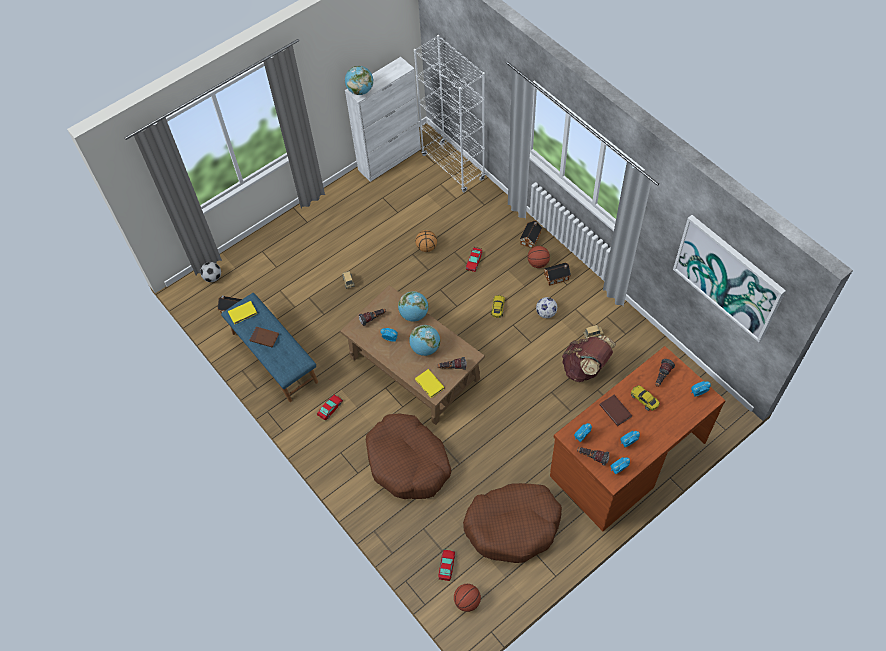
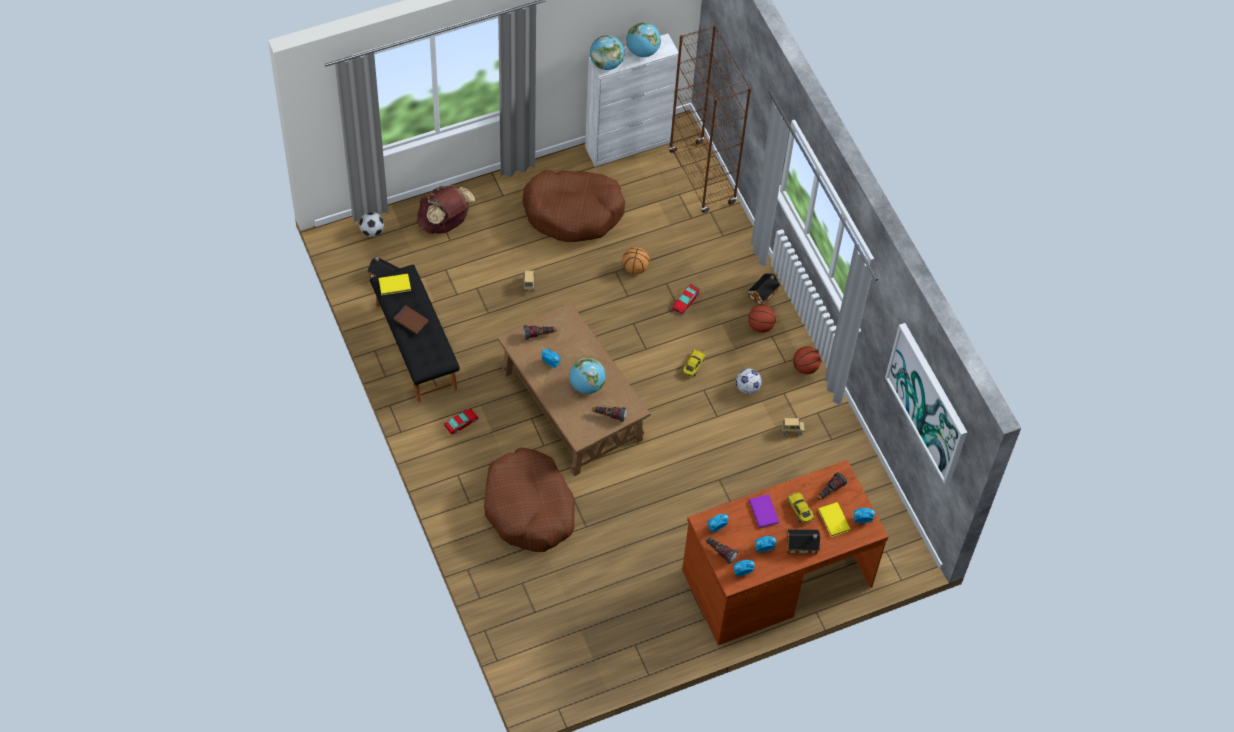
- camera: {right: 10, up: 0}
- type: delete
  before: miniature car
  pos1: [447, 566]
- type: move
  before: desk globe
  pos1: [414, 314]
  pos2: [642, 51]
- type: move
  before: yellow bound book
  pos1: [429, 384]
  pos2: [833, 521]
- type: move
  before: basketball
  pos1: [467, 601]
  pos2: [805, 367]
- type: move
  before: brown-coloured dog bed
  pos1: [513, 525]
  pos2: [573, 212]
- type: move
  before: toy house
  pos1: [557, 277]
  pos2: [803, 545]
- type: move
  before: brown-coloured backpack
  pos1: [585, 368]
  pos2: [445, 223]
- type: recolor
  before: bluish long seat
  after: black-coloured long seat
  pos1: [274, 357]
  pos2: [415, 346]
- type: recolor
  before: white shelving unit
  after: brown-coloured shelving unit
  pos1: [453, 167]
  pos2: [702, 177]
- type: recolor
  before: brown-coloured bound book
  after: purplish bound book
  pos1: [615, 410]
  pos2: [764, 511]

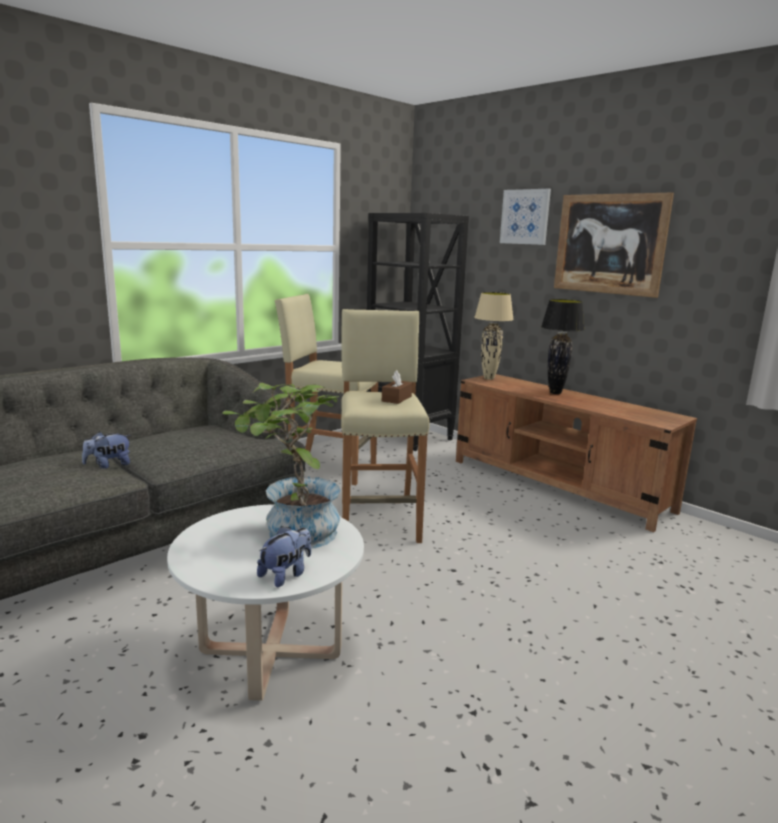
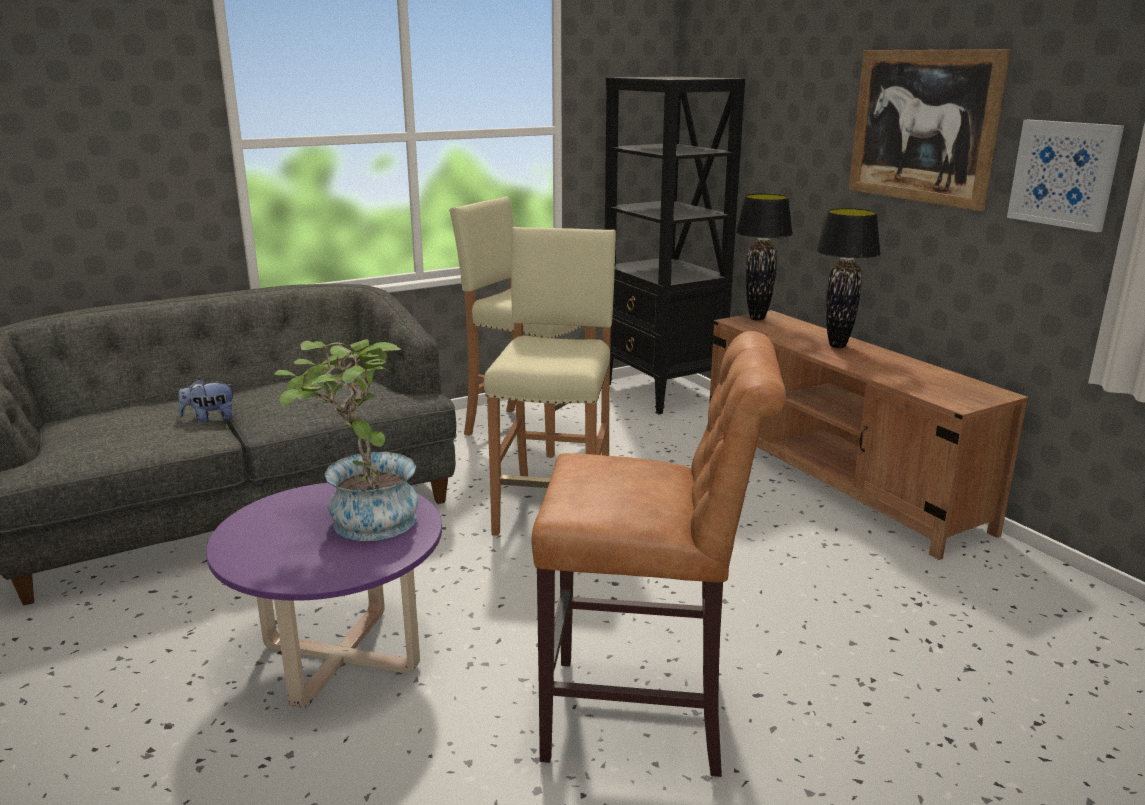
- camera: {right: 15, up: 5}
- type: delete
  before: plush toy
  pos1: [286, 575]
- type: delete
  before: brown-coloured tissue holder
  pos1: [396, 398]
- type: insert
  after: brown-coloured stool seat
  pos2: [647, 717]
- type: move
  before: picture
  pos1: [525, 217]
  pos2: [1064, 174]
- type: recolor
  before: white coffee table
  after: purplish coffee table
  pos1: [270, 652]
  pos2: [341, 657]
- type: recolor
  before: sand-coloured tabletop lamp
  after: black-coloured tabletop lamp
  pos1: [488, 378]
  pos2: [757, 318]

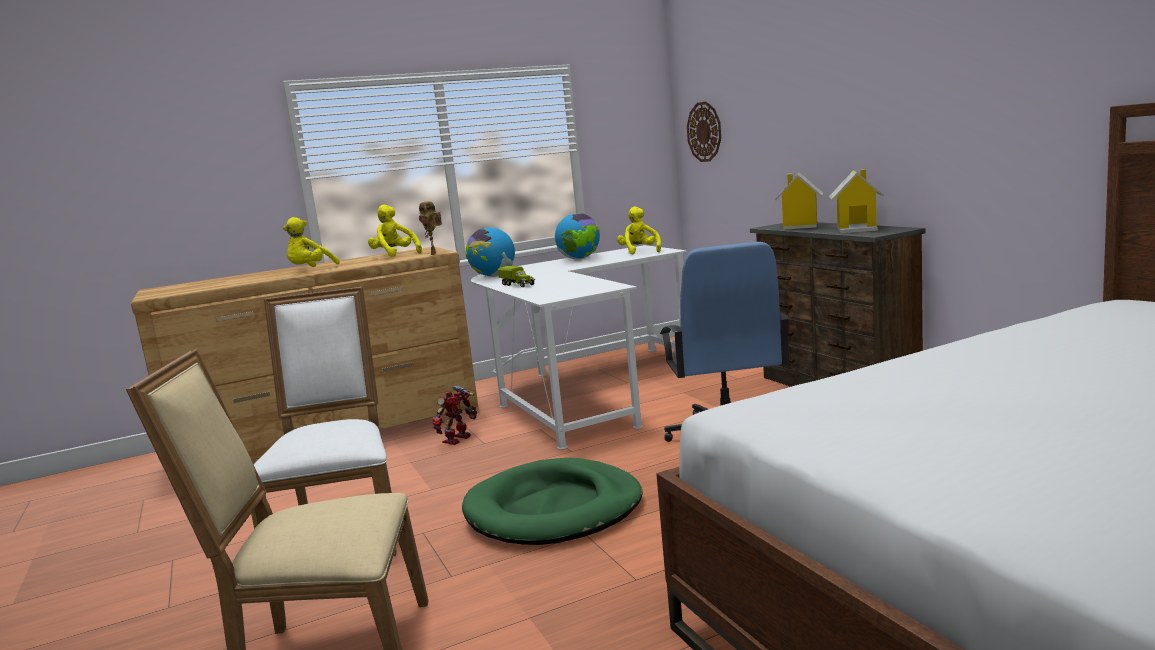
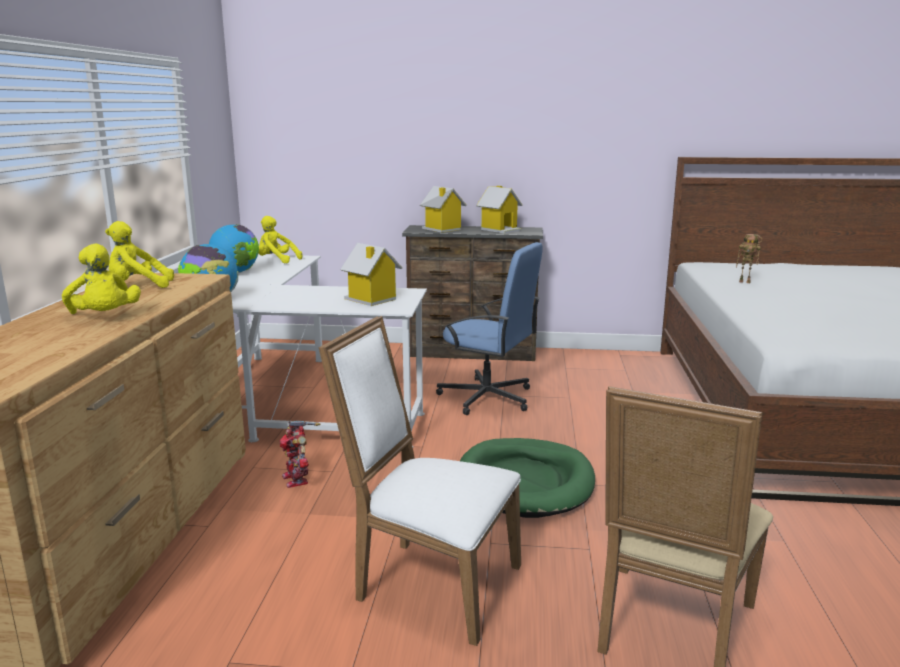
- camera: {right: -60, up: 5}
- type: delete
  before: toy truck
  pos1: [518, 285]
- type: delete
  before: wall clock
  pos1: [704, 132]
- type: insert
  after: toy house
  pos2: [371, 299]
- type: move
  before: model robot
  pos1: [434, 254]
  pos2: [745, 282]

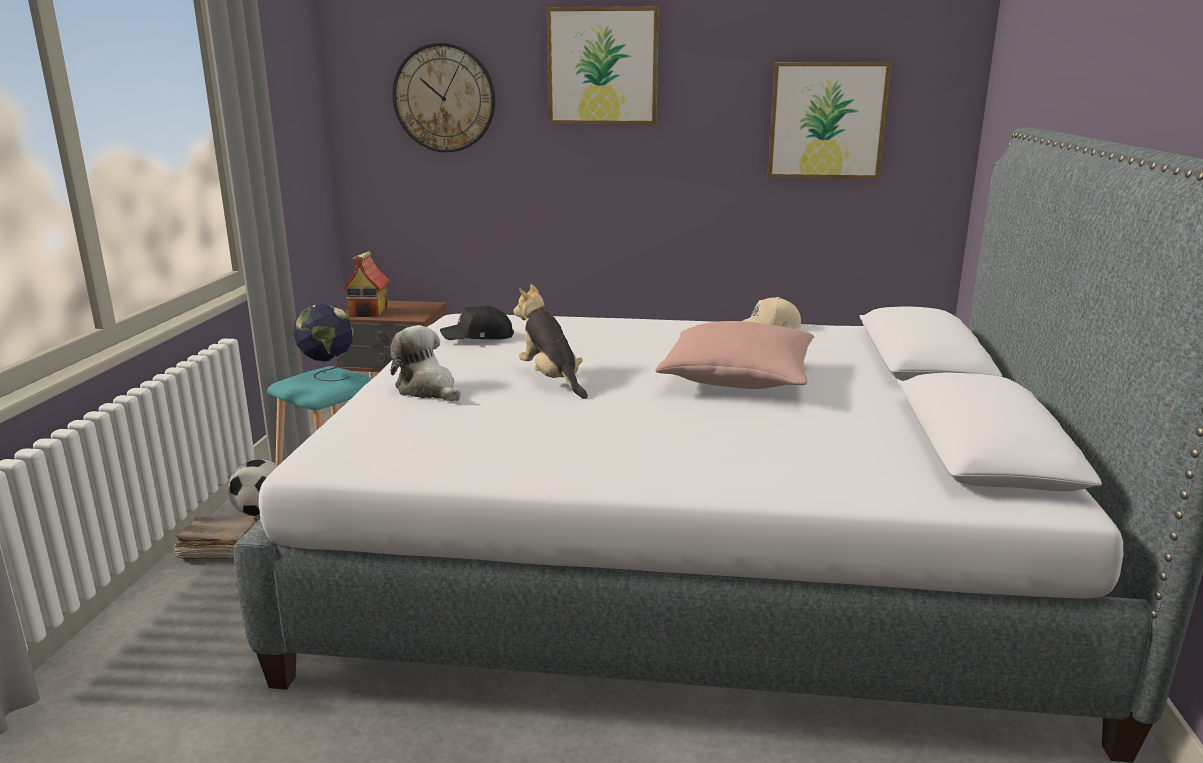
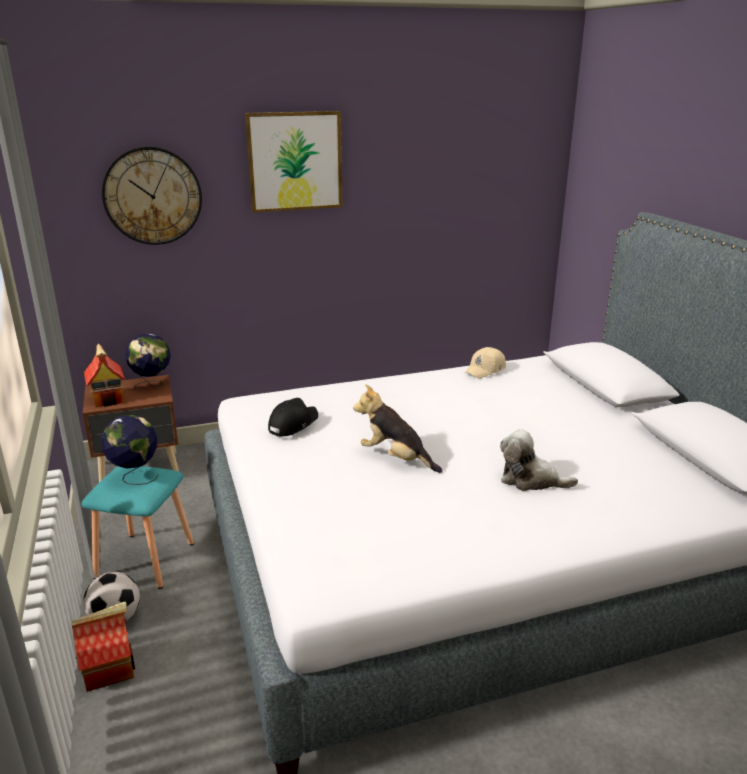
- camera: {right: -25, up: 5}
- type: delete
  before: pink-coloured cushion
  pos1: [737, 379]
- type: delete
  before: picture
  pos1: [827, 120]
- type: insert
  after: desk globe
  pos2: [152, 385]
- type: move
  before: plush toy
  pos1: [428, 390]
  pos2: [530, 480]
- type: replace
  before: brown-coloured bound book
  after: toy house
  pos1: [219, 550]
  pos2: [110, 669]
- type: rotate
  before: black-coloured peaked cap
  pos1: [479, 336]
  pos2: [293, 424]
  turn: 150

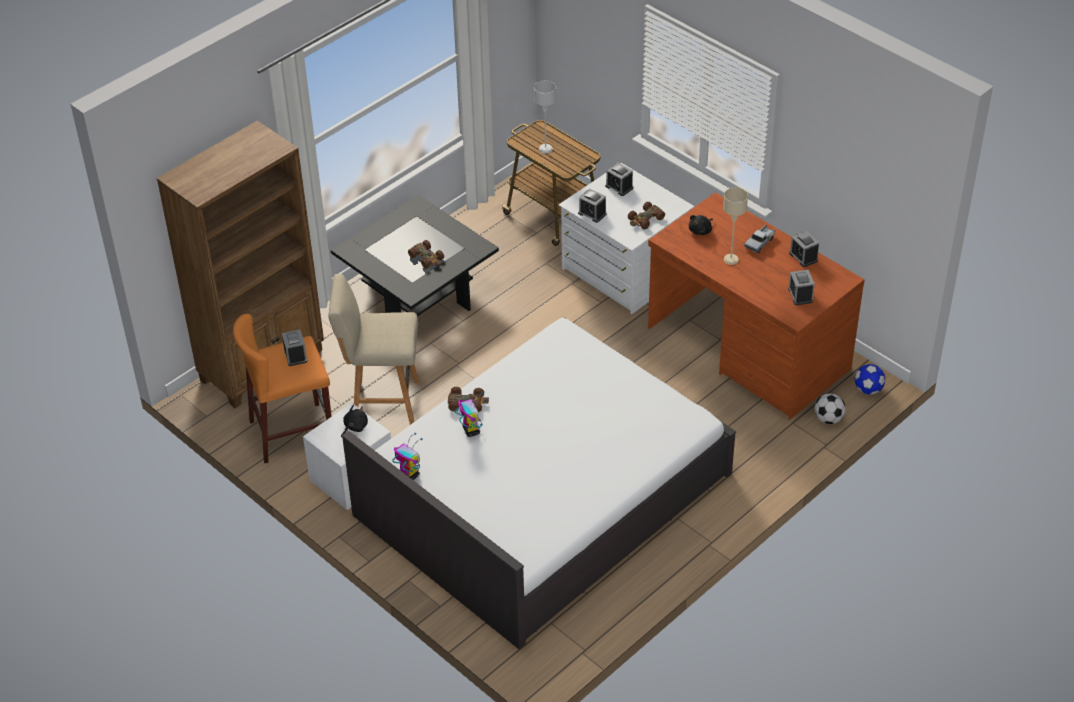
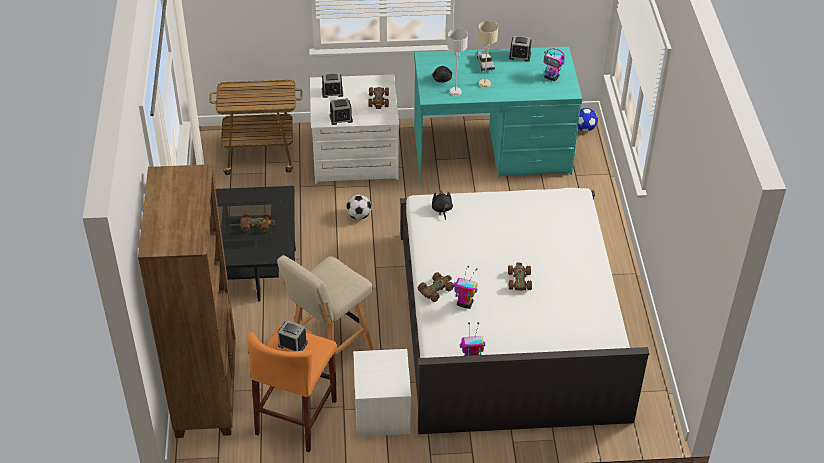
- camera: {right: -50, up: 0}
- type: insert
  after: brown-coloured miniature car
  pos2: [519, 280]
- type: move
  before: black-coloured plush toy
  pos1: [354, 427]
  pos2: [442, 209]
- type: move
  before: grey tabletop lamp
  pos1: [545, 149]
  pos2: [455, 92]
- type: move
  before: ball for football
  pos1: [828, 419]
  pos2: [359, 216]
- type: replace
  before: alarm clock
  after: model robot
  pos1: [800, 295]
  pos2: [551, 77]
- type: recolor
  before: brown-coloured desk table
  after: blue-green desk table
  pos1: [747, 349]
  pos2: [492, 152]

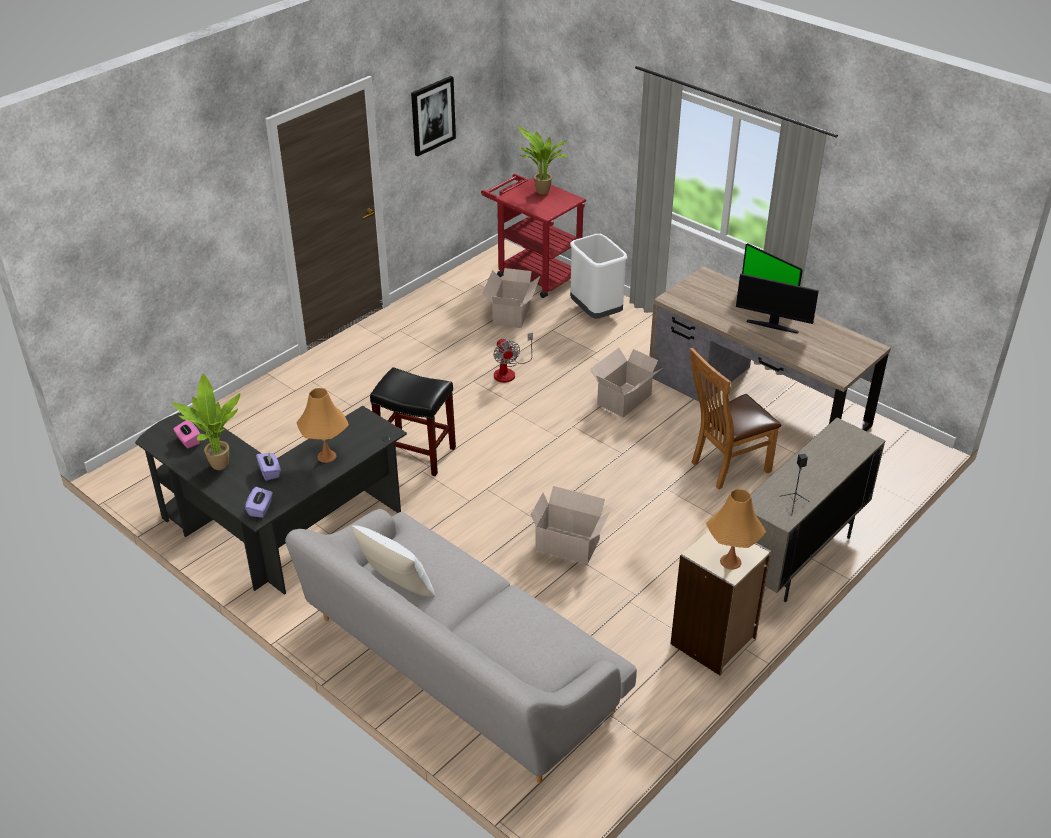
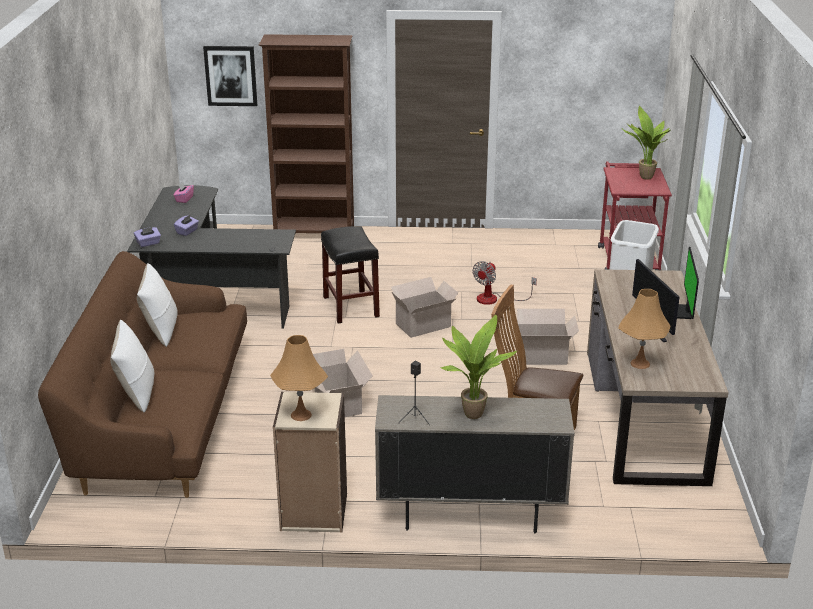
- camera: {right: 50, up: -10}
- type: insert
  after: white cushion
  pos2: [137, 393]
- type: insert
  after: brown-coloured shelving unit
  pos2: [315, 233]
- type: move
  before: plant in a pot
  pos1: [217, 465]
  pos2: [471, 413]
- type: move
  before: orange tabletop lamp
  pos1: [327, 456]
  pos2: [640, 363]
- type: move
  before: picture
  pos1: [432, 115]
  pos2: [231, 75]
- type: move
  before: carton
  pos1: [512, 313]
  pos2: [424, 325]
- type: recolor
  before: grey sofa
  after: brown-coloured sofa
  pos1: [460, 666]
  pos2: [162, 415]

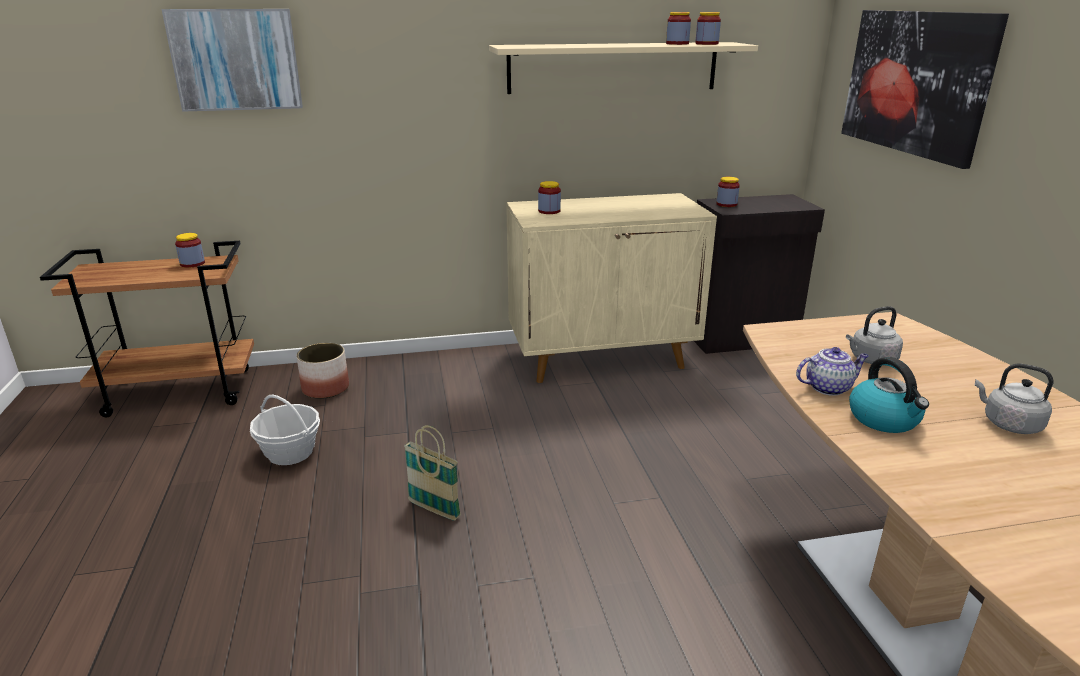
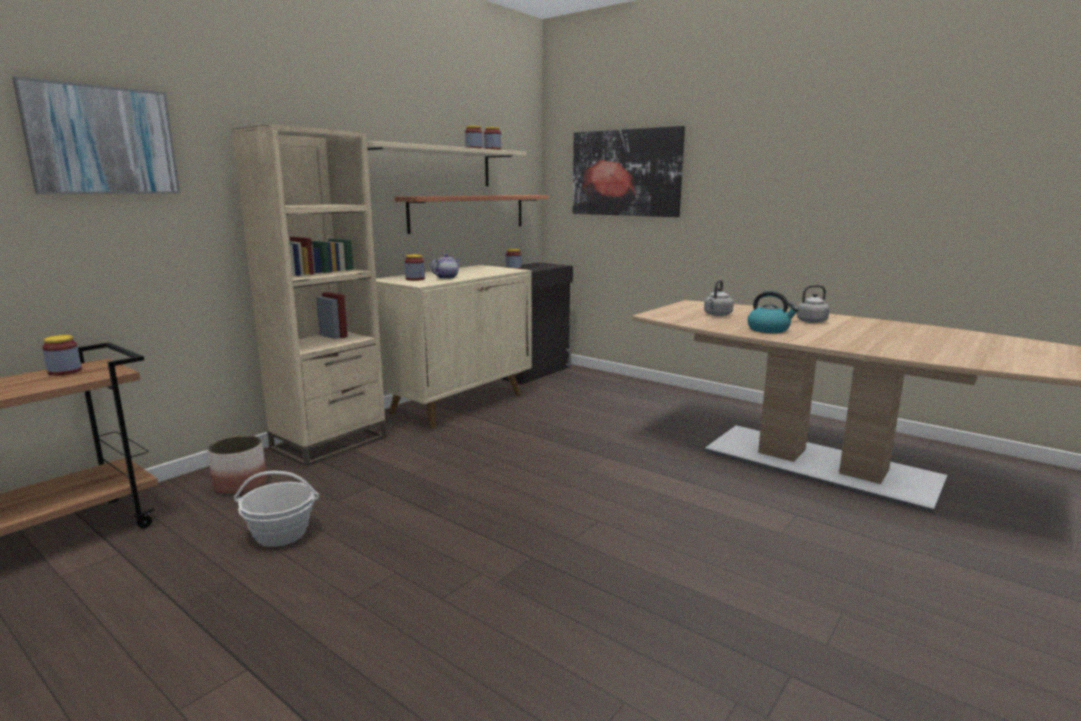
- camera: {right: -40, up: -10}
- type: delete
  before: household basket
  pos1: [434, 509]
- type: insert
  after: sand-coloured shelving unit
  pos2: [329, 443]
- type: insert
  after: bracket shelf
  pos2: [468, 212]
- type: move
  before: teapot
  pos1: [828, 387]
  pos2: [446, 277]

